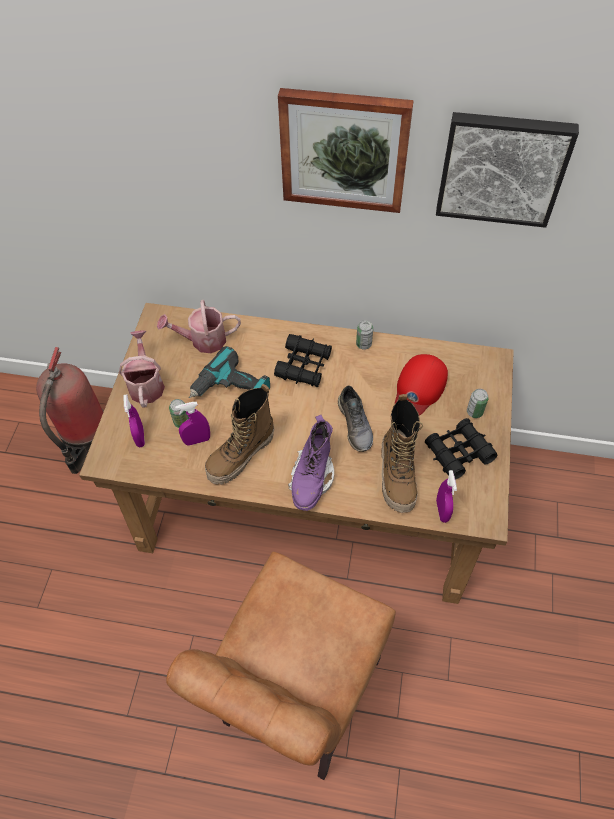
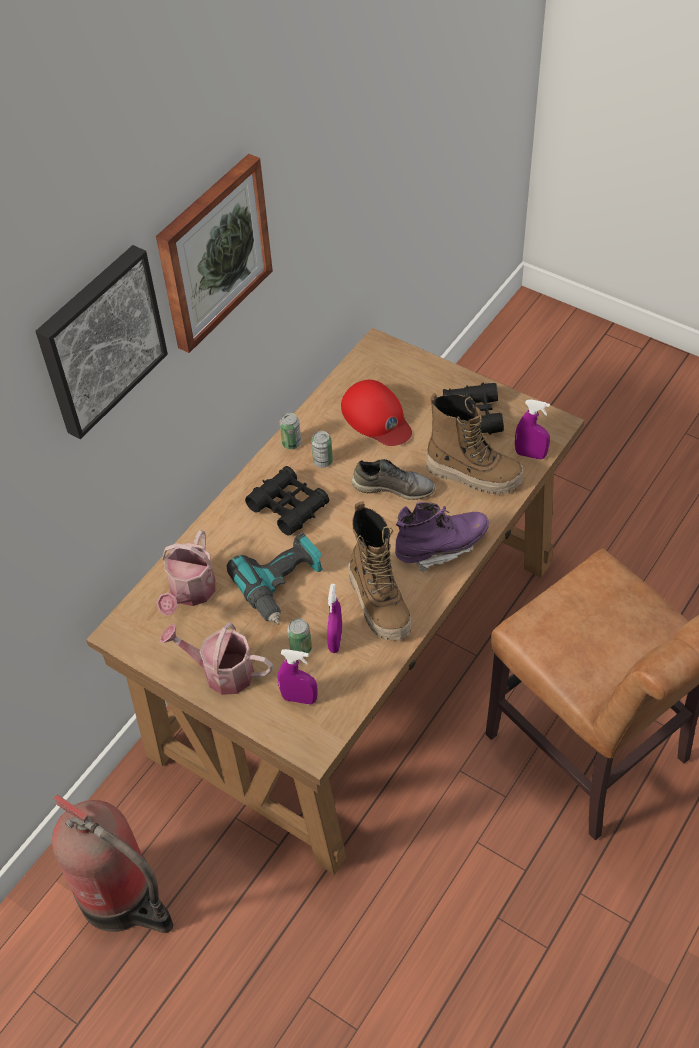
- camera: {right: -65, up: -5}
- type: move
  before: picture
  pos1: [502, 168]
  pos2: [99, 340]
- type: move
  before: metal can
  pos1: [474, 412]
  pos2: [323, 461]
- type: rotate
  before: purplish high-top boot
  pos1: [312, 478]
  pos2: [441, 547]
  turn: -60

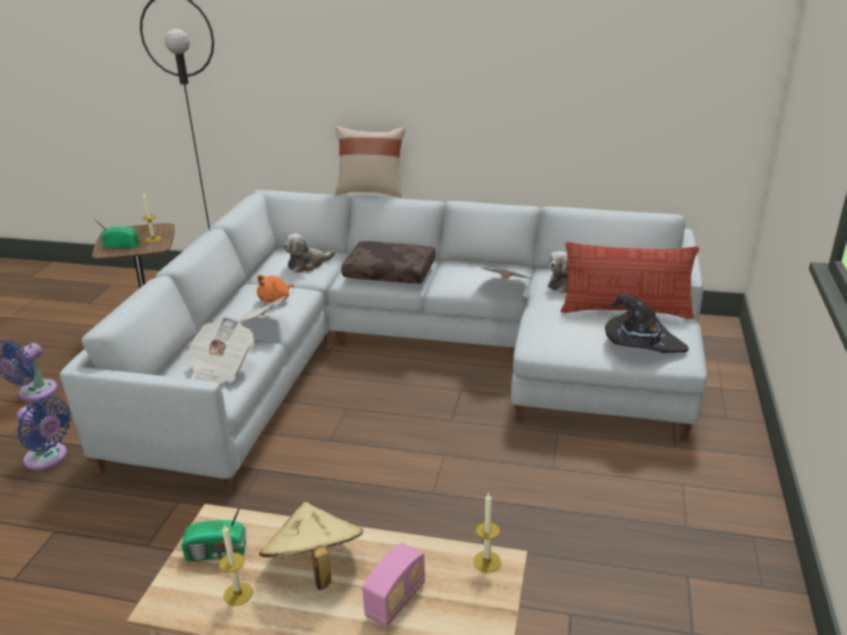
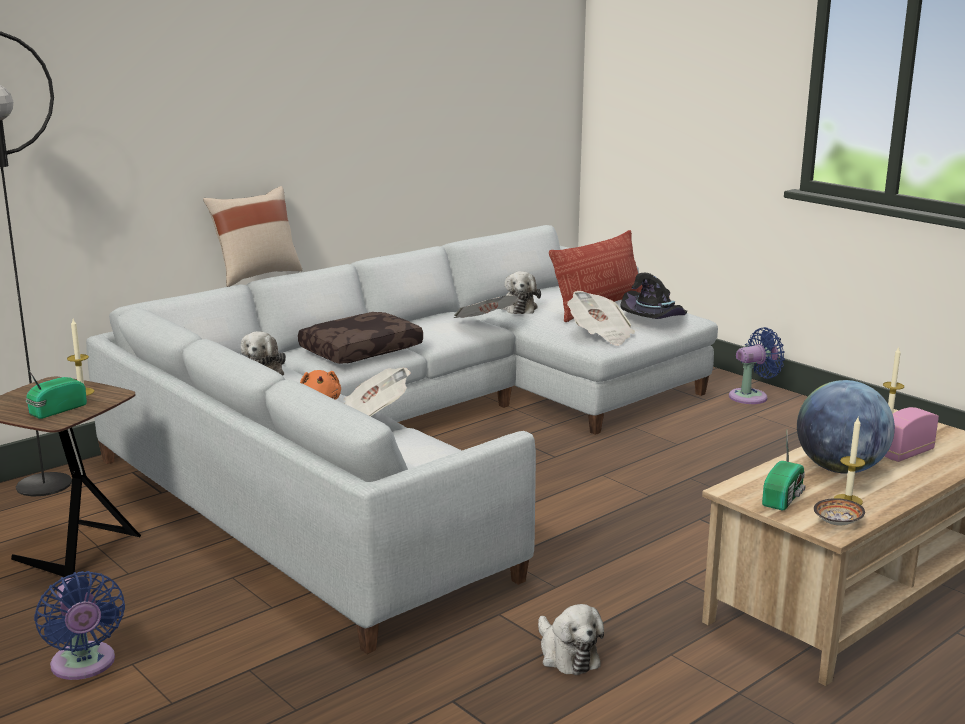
- camera: {right: -55, up: -10}
- type: insert
  after: plush toy
  pos2: [567, 654]
- type: insert
  after: bowl
  pos2: [837, 523]
- type: move
  before: bluish electric fan
  pos1: [48, 458]
  pos2: [752, 396]
- type: move
  before: newspaper
  pos1: [220, 369]
  pos2: [600, 336]
- type: replace
  before: sand-coloured clothing hat
  after: desk globe
  pos1: [314, 566]
  pos2: [840, 469]
- type: rotate
  before: radio
  pos1: [396, 600]
  pos2: [906, 453]
  turn: -105

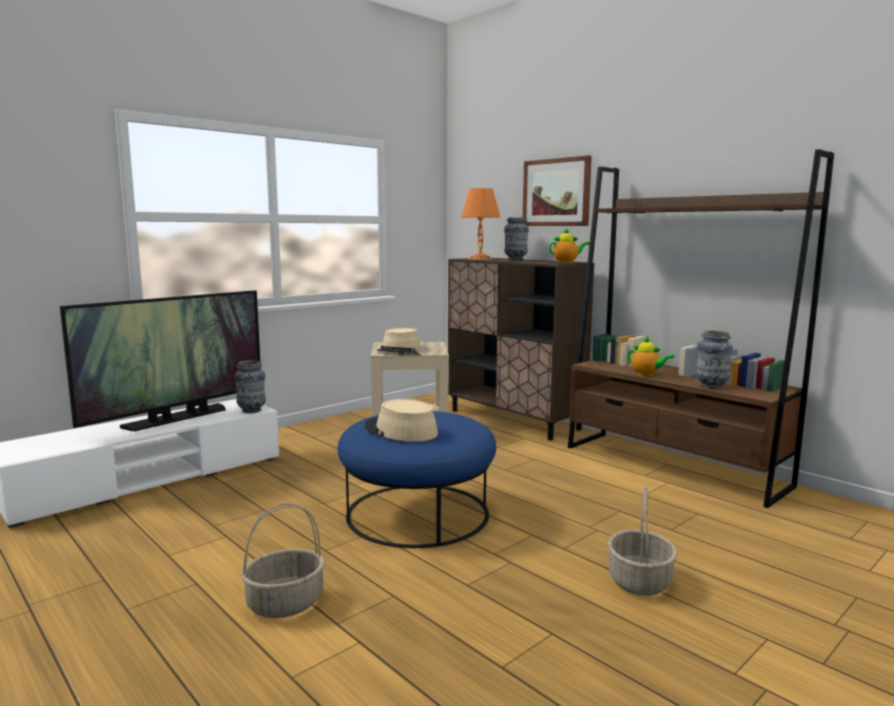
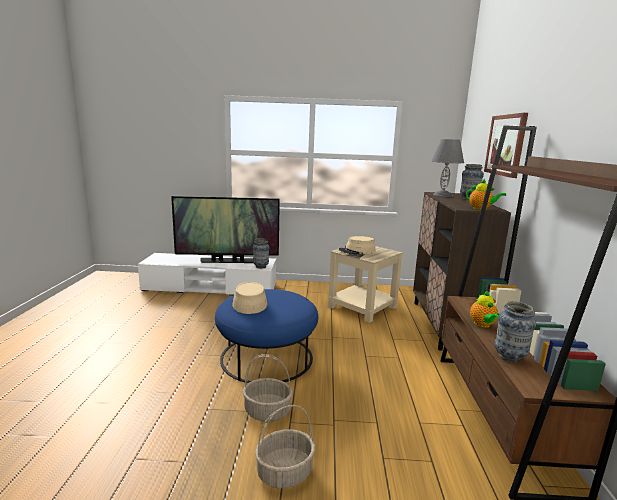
- camera: {right: 45, up: 5}
- type: move
  before: household basket
  pos1: [286, 602]
  pos2: [268, 411]
- type: recolor
  before: orange tabletop lamp
  after: grey tabletop lamp
  pos1: [480, 259]
  pos2: [443, 195]

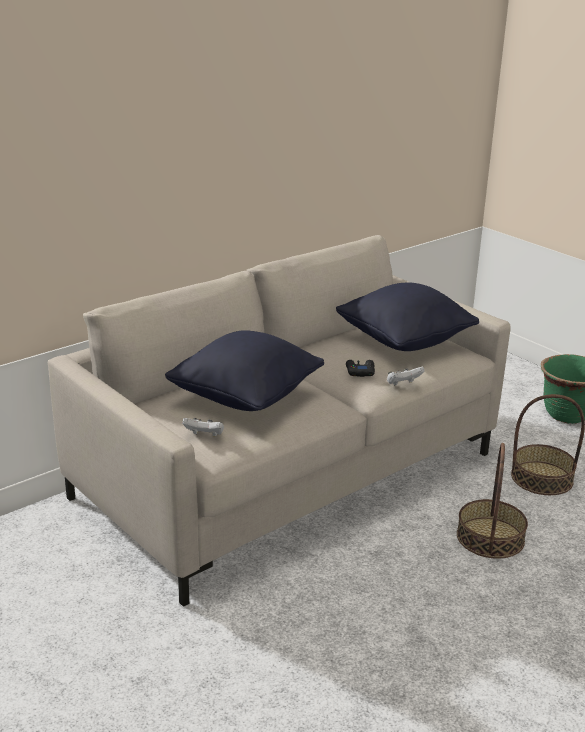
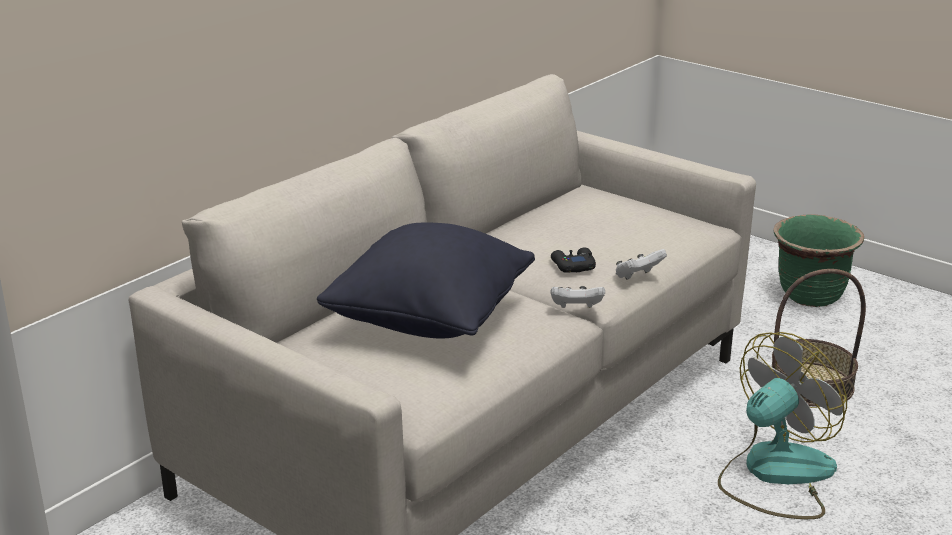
- camera: {right: -10, up: 0}
- type: delete
  before: black-coloured cushion
  pos1: [404, 342]
- type: move
  before: white joypad
  pos1: [204, 436]
  pos2: [576, 308]
- type: replace
  before: household basket
  after: electric fan
  pos1: [490, 537]
  pos2: [775, 474]

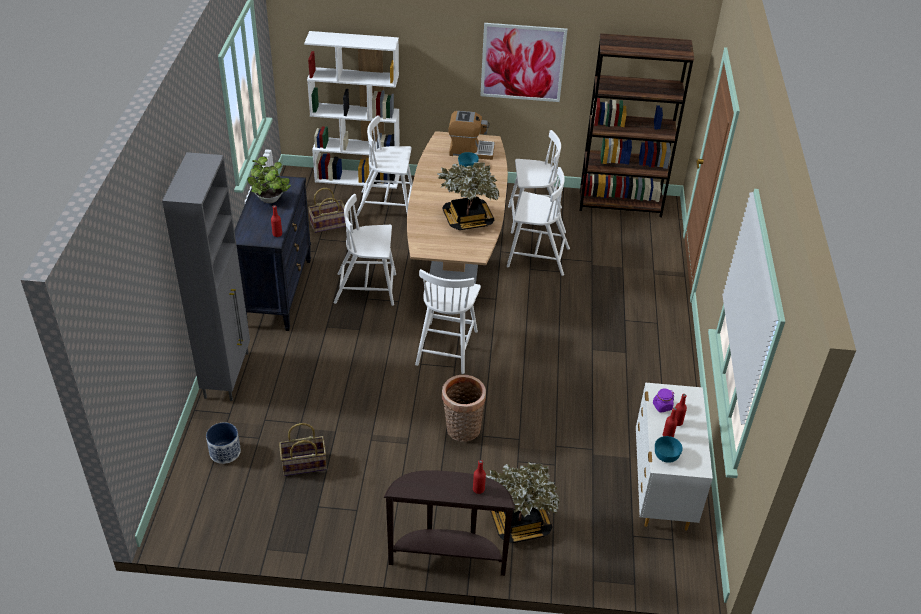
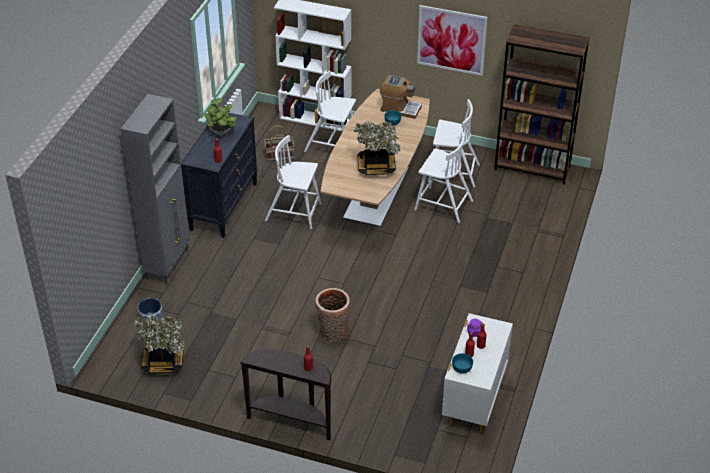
- camera: {right: 15, up: 0}
- type: delete
  before: household basket
  pos1: [304, 465]
- type: delete
  before: white chair
  pos1: [446, 346]
- type: move
  before: plant in a pot
  pos1: [519, 523]
  pos2: [163, 362]

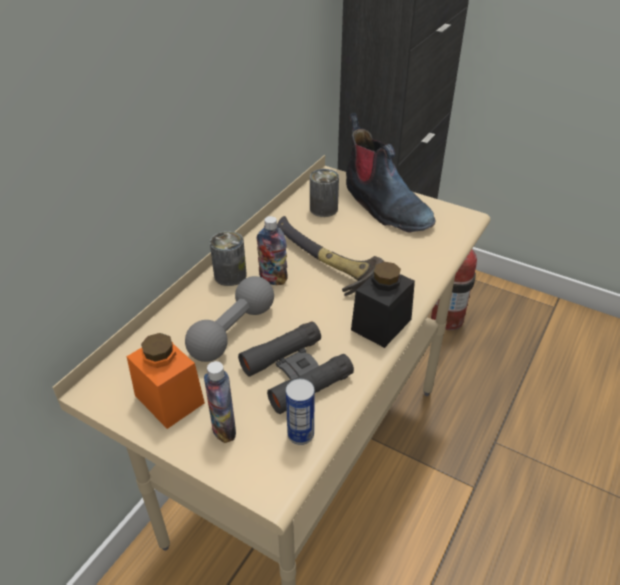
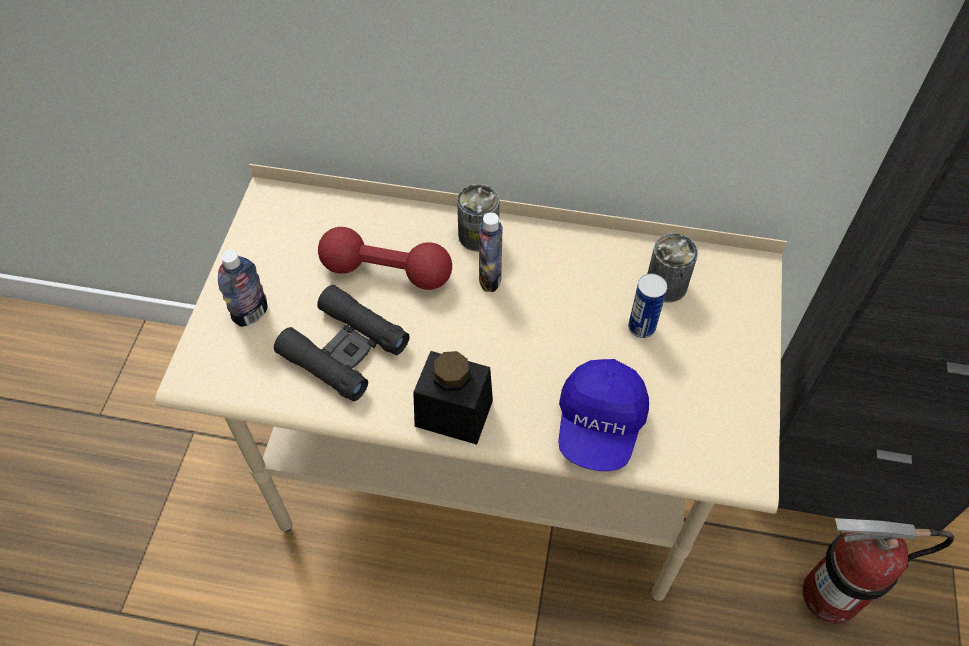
- camera: {right: 70, up: 15}
- type: delete
  before: orange storage jar
  pos1: [169, 399]
- type: delete
  before: hammer
  pos1: [323, 264]
- type: delete
  before: high-top boot
  pos1: [384, 207]
- type: insert
  after: bluish peaked cap
  pos2: [599, 425]
- type: move
  before: metal can
  pos1: [300, 434]
  pos2: [641, 327]
- type: recolor
  before: grey free weight
  after: red free weight
  pos1: [233, 331]
  pos2: [386, 272]

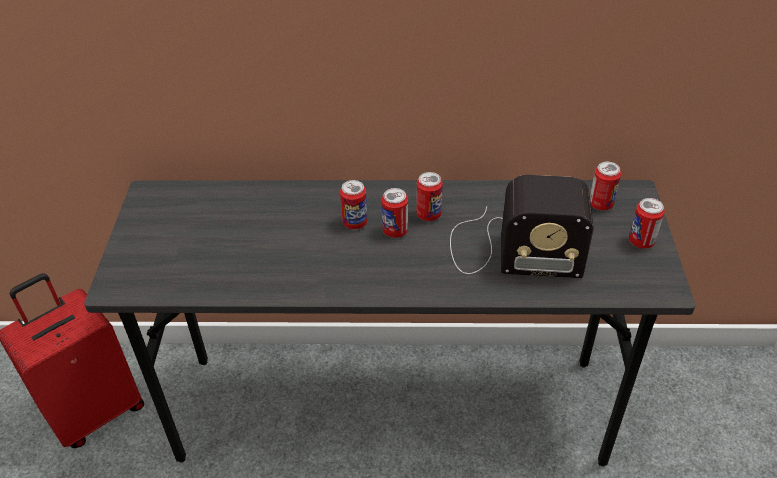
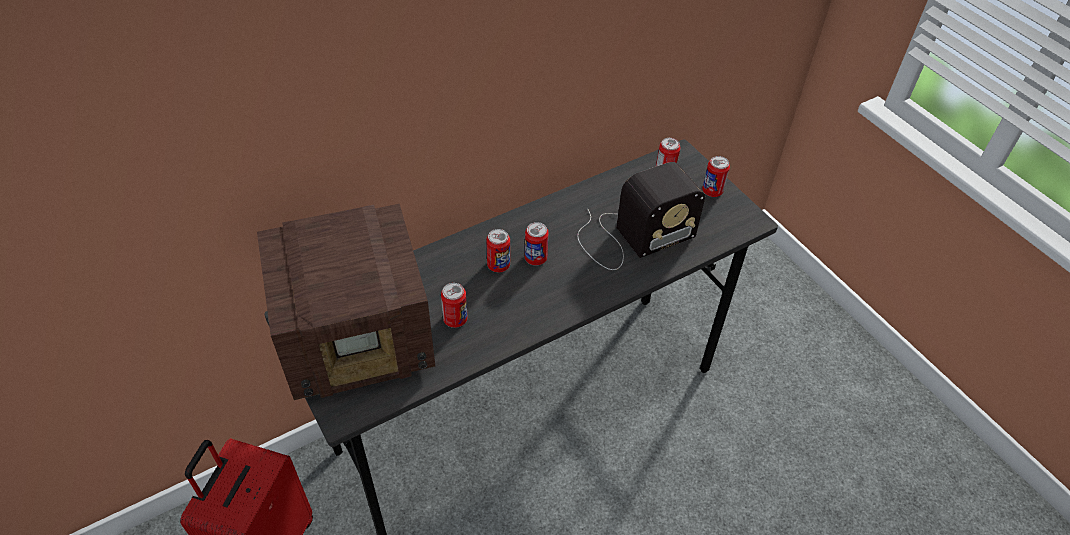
- camera: {right: -35, up: 5}
- type: insert
  after: radio
  pos2: [359, 338]
- type: move
  before: metal can
  pos1: [428, 215]
  pos2: [455, 319]

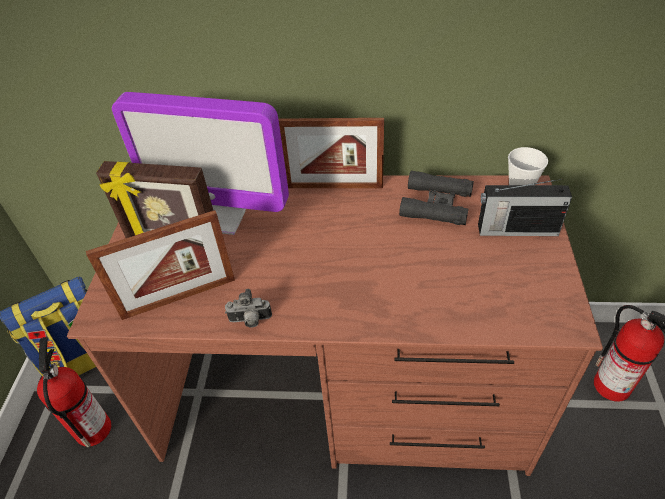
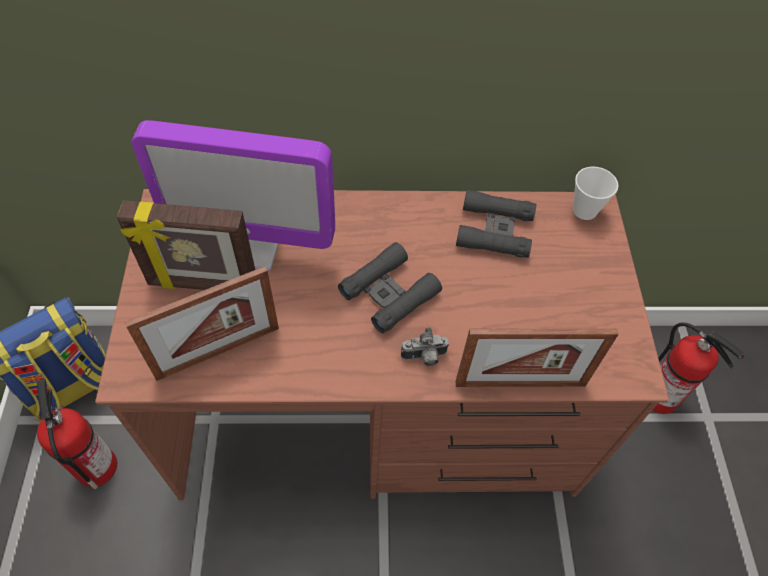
- camera: {right: -10, up: 10}
- type: delete
  before: radio
  pos1: [515, 229]
- type: insert
  after: black-coloured field glasses
  pos2: [389, 293]
- type: move
  before: still camera
  pos1: [250, 321]
  pos2: [424, 357]
- type: move
  before: standing frame
  pos1: [334, 186]
  pos2: [520, 384]

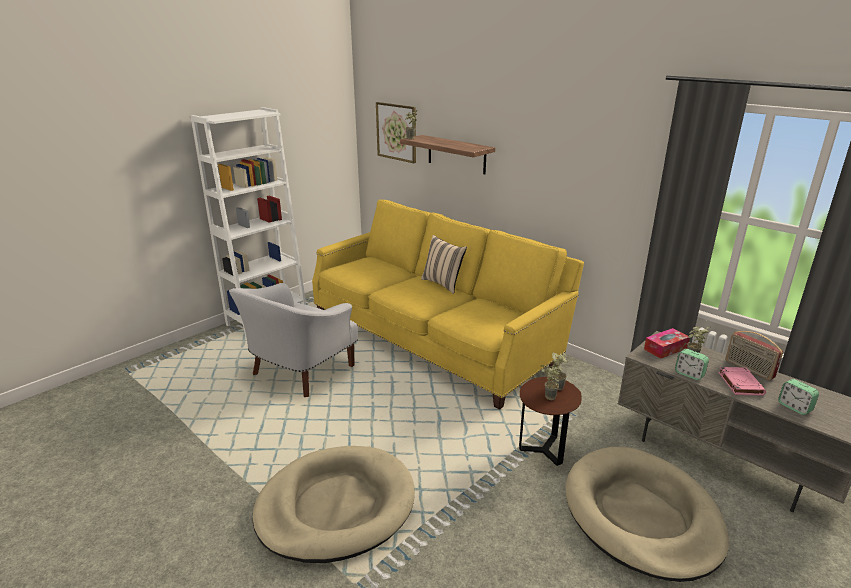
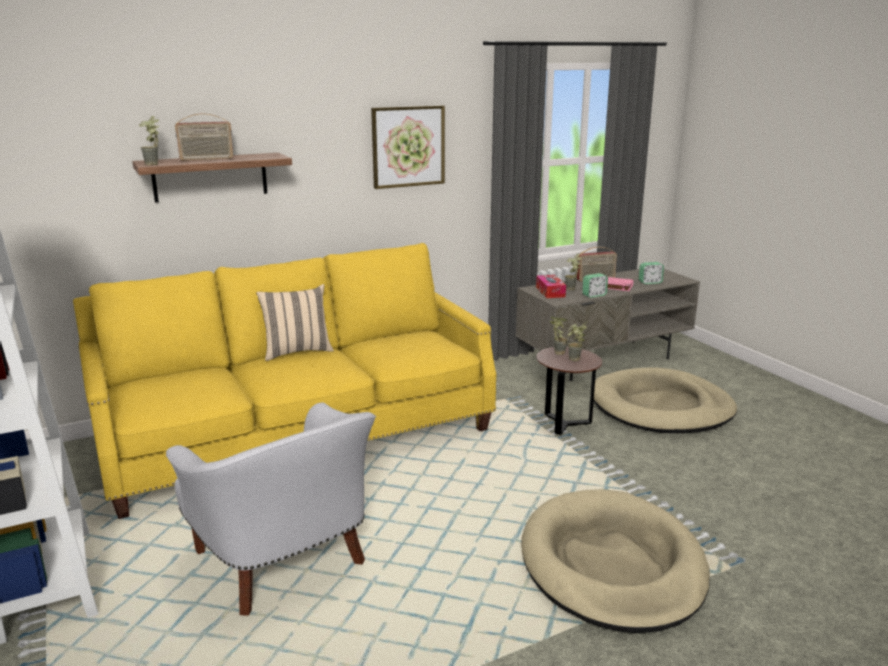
- camera: {right: -70, up: -5}
- type: insert
  after: radio
  pos2: [206, 159]
- type: move
  before: picture
  pos1: [396, 132]
  pos2: [408, 146]

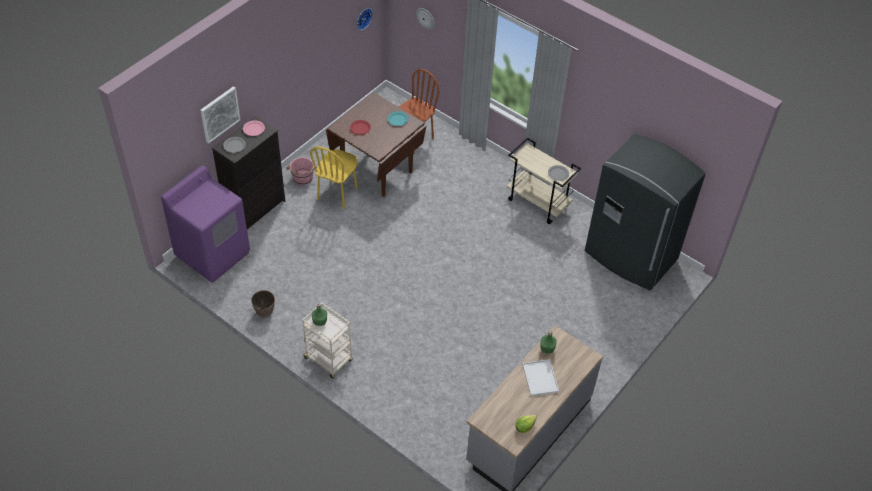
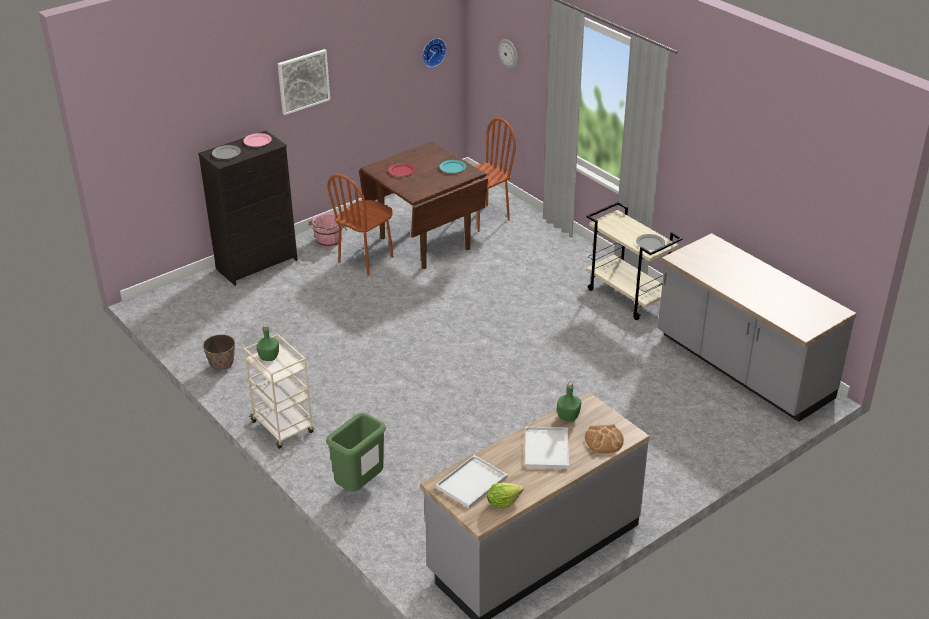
- camera: {right: 15, up: -15}
- type: delete
  before: purplish laundry appliance
  pos1: [213, 254]
- type: insert
  after: green waste bin
  pos2: [360, 486]
- type: insert
  after: white tray
  pos2: [471, 483]
- type: insert
  after: bakery bread
  pos2: [604, 440]
- type: move
  before: picture
  pos1: [219, 114]
  pos2: [303, 81]
- type: replace
  before: grey fridge
  after: grey kitchen base unit
  pos1: [630, 257]
  pos2: [742, 368]
- type: recolor
  before: yellow chair
  after: brown-coloured chair
  pos1: [337, 193]
  pos2: [366, 260]

